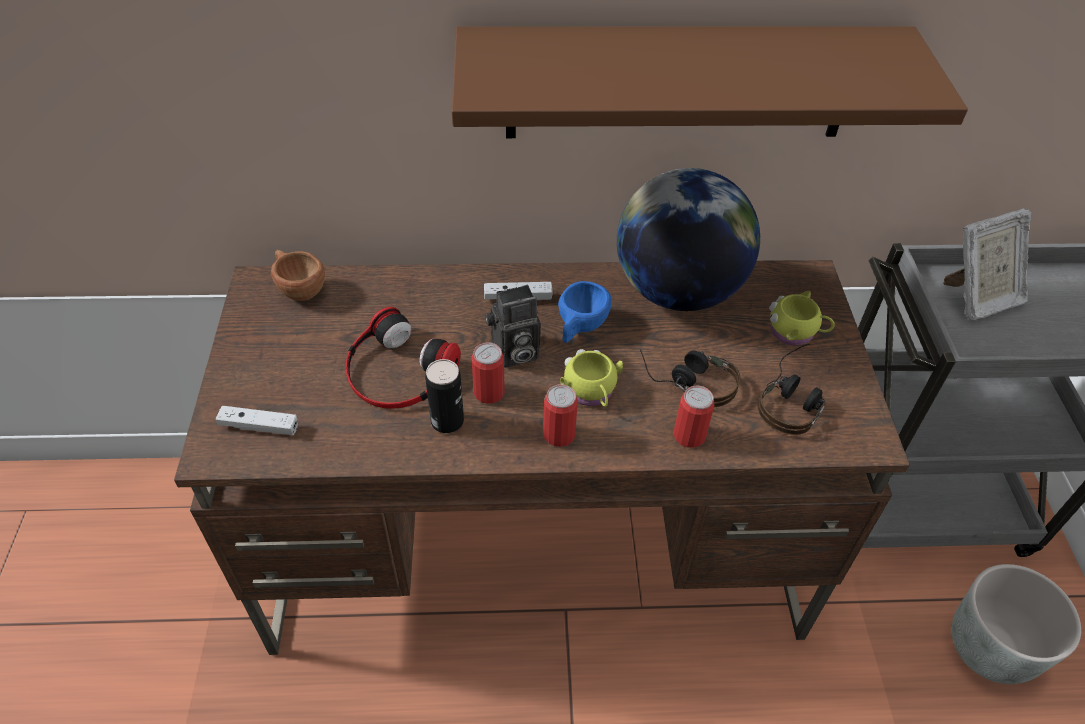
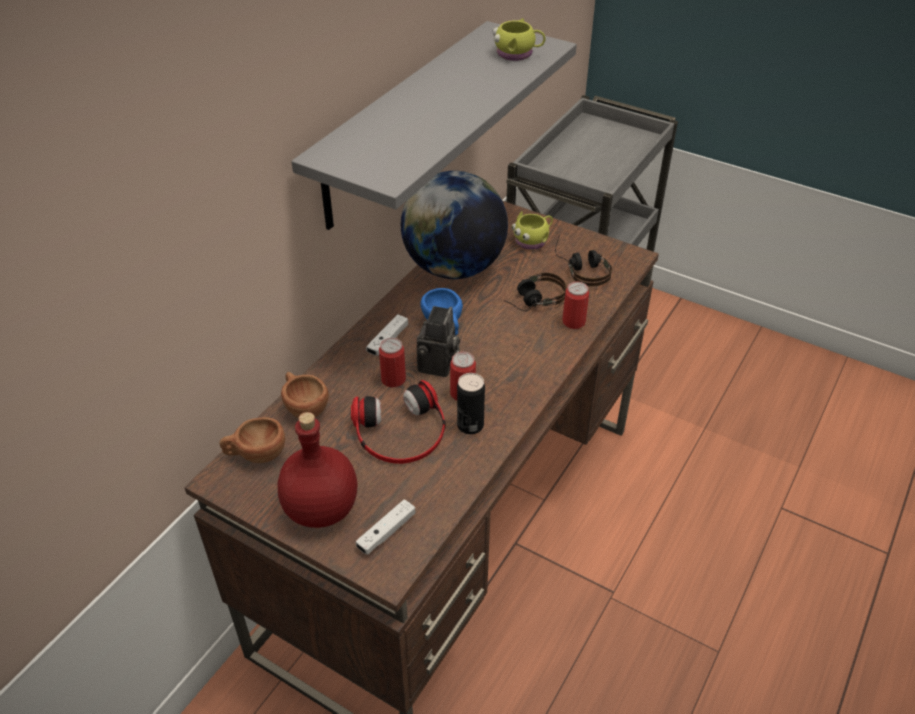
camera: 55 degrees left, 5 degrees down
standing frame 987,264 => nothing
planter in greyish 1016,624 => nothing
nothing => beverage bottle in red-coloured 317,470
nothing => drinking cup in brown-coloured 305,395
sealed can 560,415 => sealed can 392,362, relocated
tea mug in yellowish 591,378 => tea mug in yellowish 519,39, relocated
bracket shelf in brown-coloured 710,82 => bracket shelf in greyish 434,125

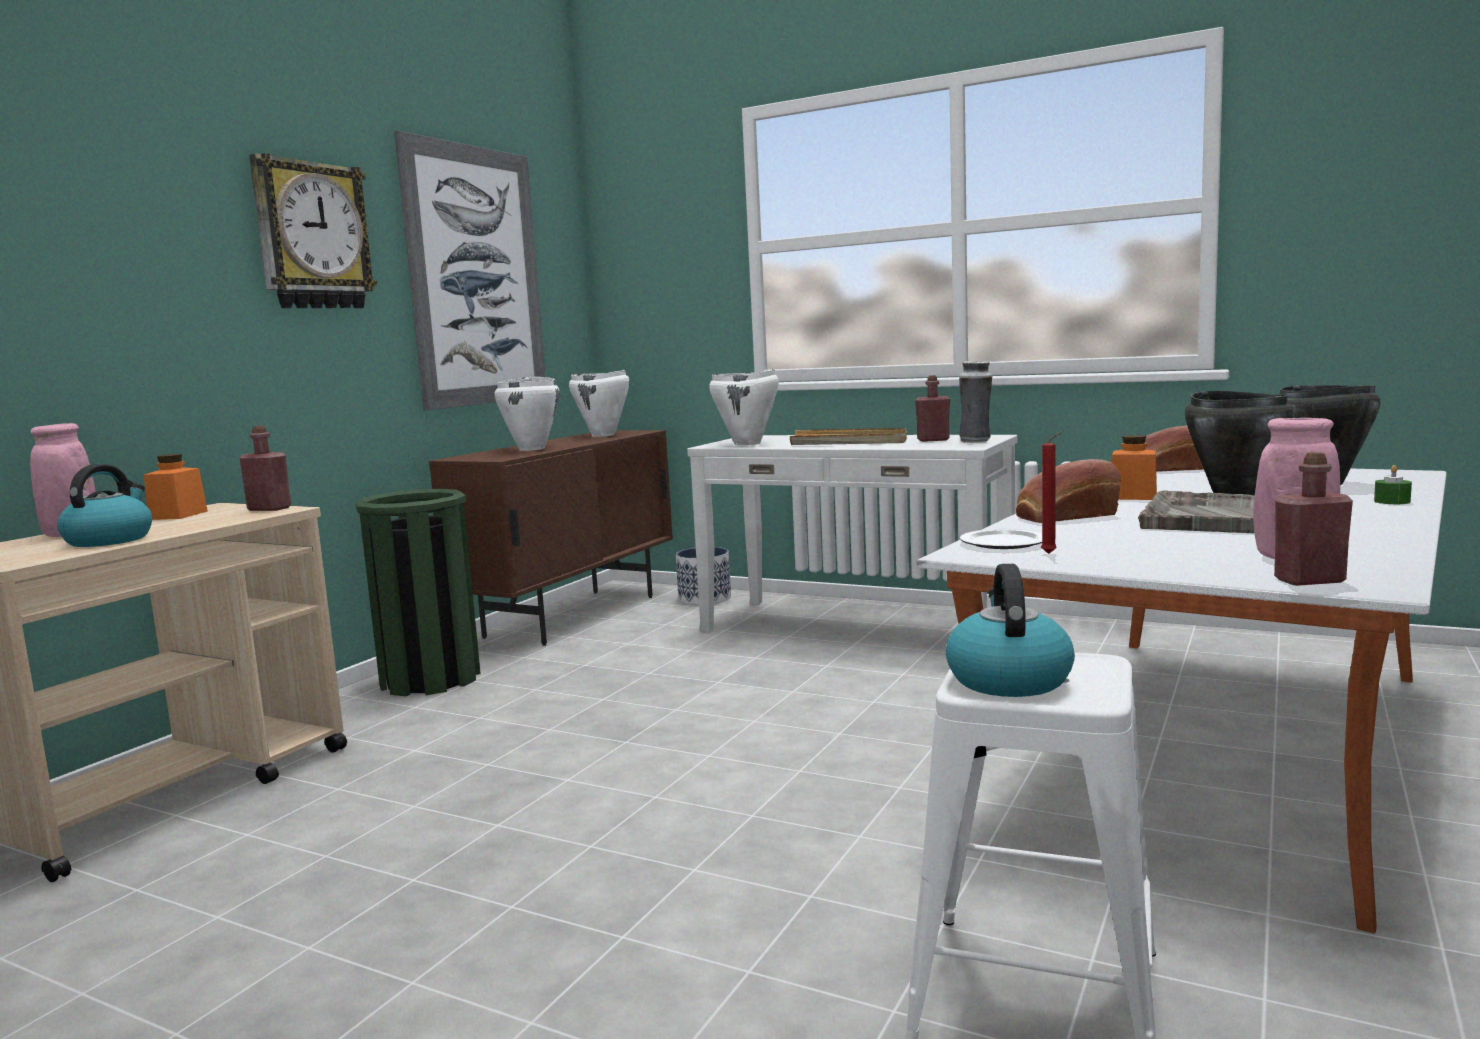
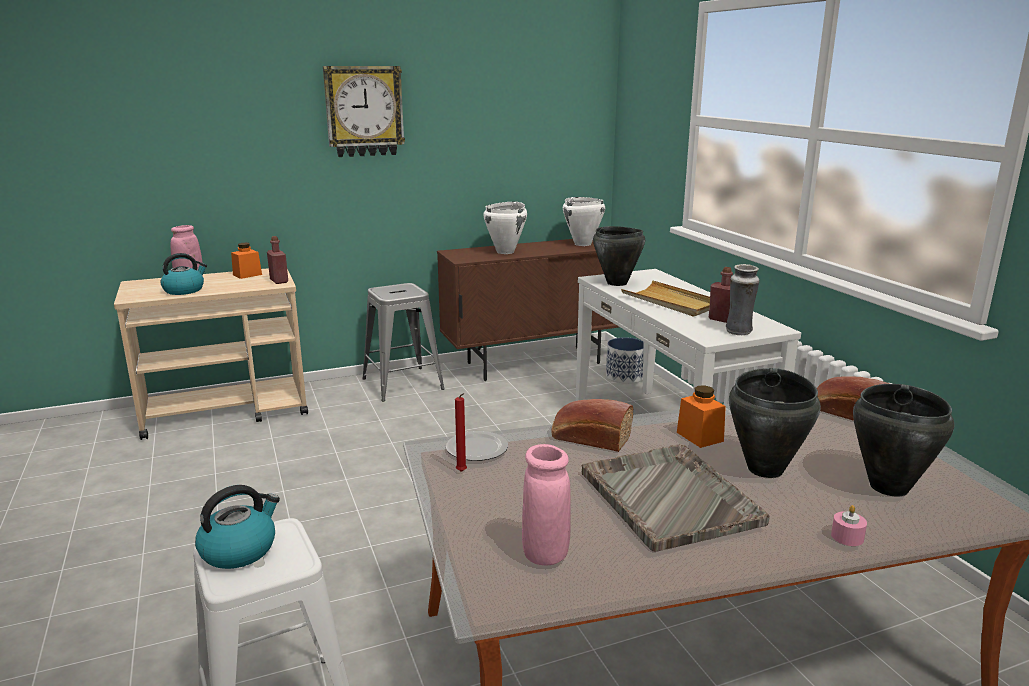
camera: 40 degrees right, 10 degrees up
wall picture 469,271 => nothing
beverage bottle in red-coloured 1313,519 => nothing
waste bin in greenish 418,592 => sitting stool in greyish 403,342
cooking pot in white 744,407 => cooking pot in black-coloured 619,256
wax light in greenish 1393,484 => wax light in pink-coloured 849,525

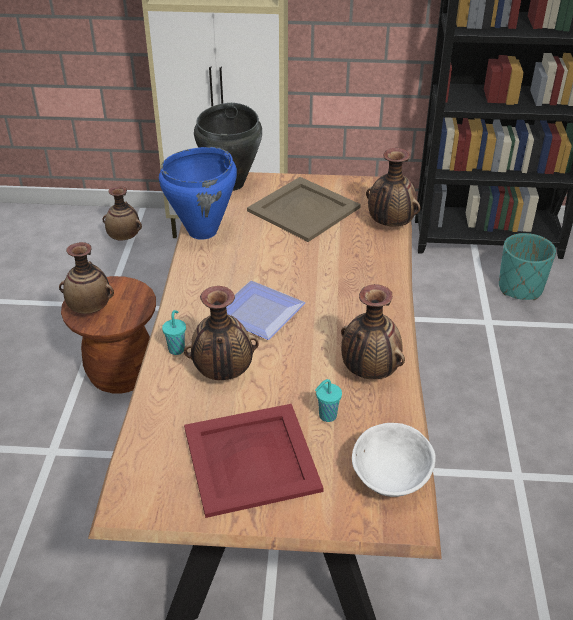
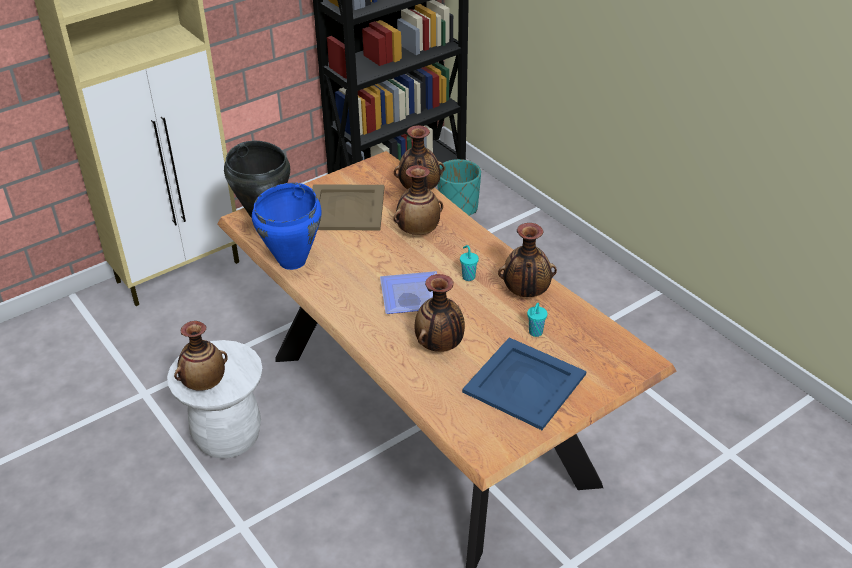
camera: 40 degrees left, 0 degrees up
bowl in white 394,460 => nothing
flower vase 122,213 => flower vase 418,200, relocated
drinking cup in turquoise-coloured 174,332 => drinking cup in turquoise-coloured 469,263, relocated
sitting stool in brown-coloured 108,335 => sitting stool in white 215,399
tray in red-coloured 254,461 => tray in blue 524,384

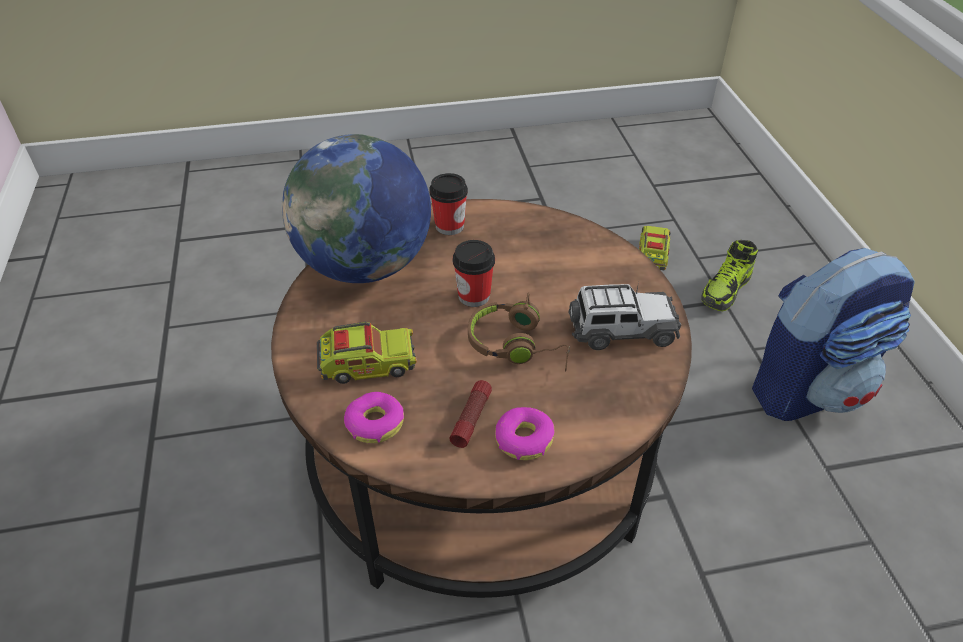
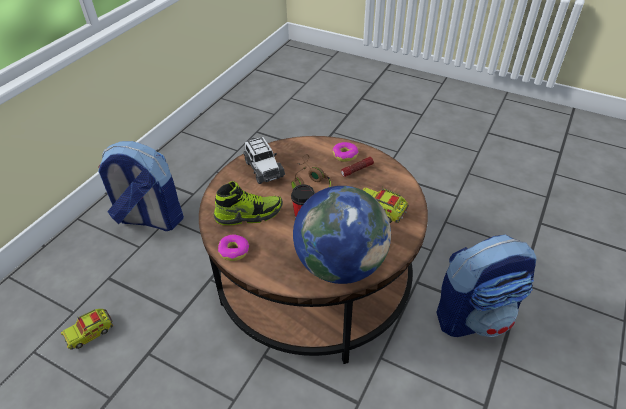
camera: 140 degrees left, 0 degrees up
drinking cup 448,204 => nothing
nothing => knapsack 486,286
donut 374,417 => donut 233,247, relocated
low shoe 729,275 => low shoe 248,203, relocated
model car 624,316 => model car 264,160, 150 degrees counterclockwise

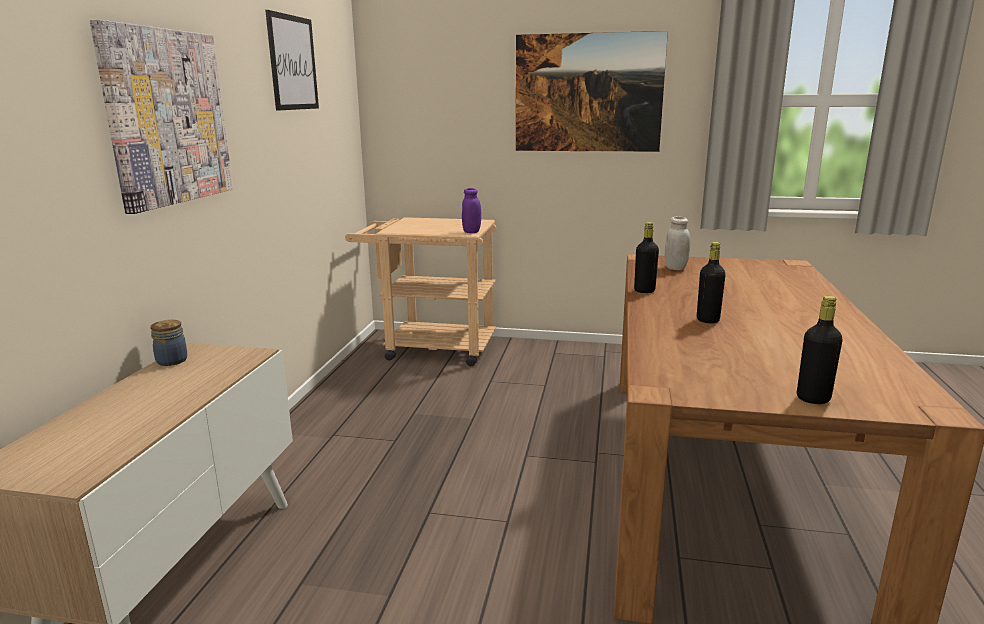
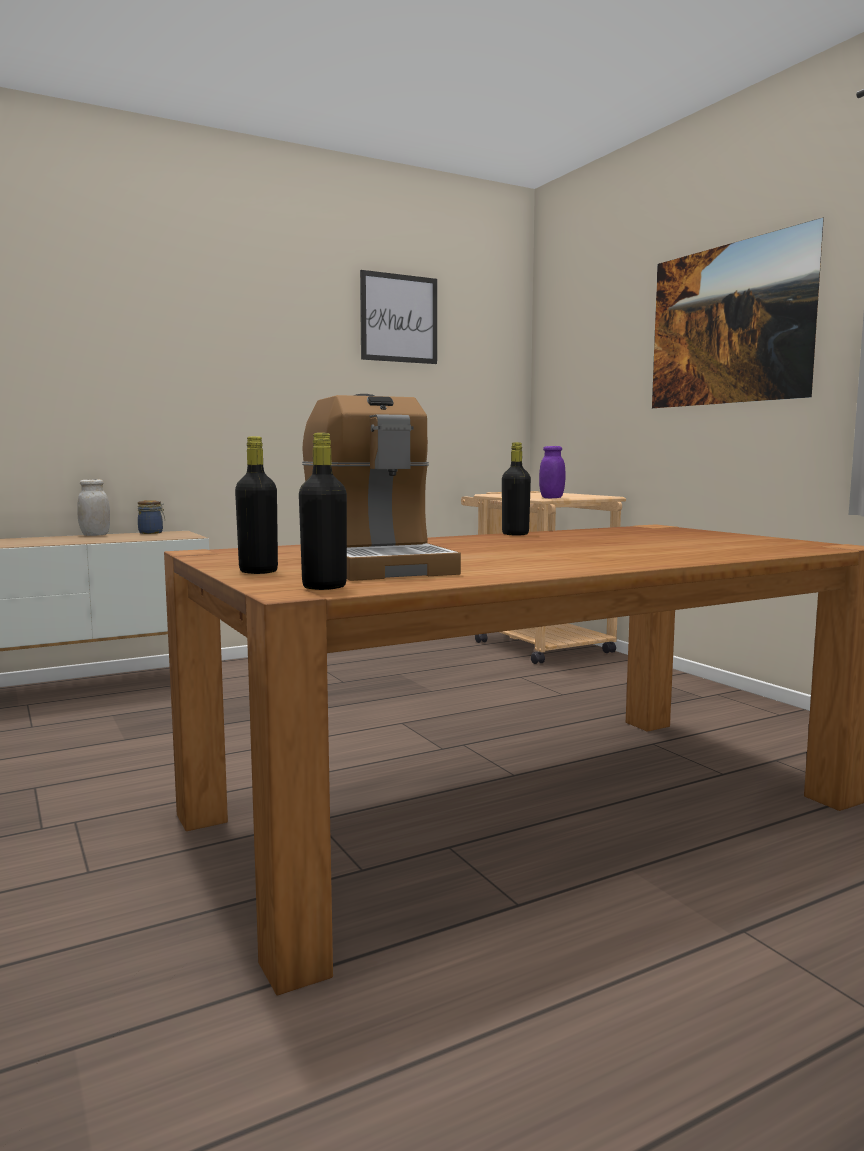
camera: 50 degrees right, 10 degrees down
wall picture 161,116 => nothing
nothing => coffee machine 381,487
storage jar in white 678,243 => storage jar in white 93,507, relocated
beverage bottle in black-coloured 711,283 => beverage bottle in black-coloured 323,511, relocated

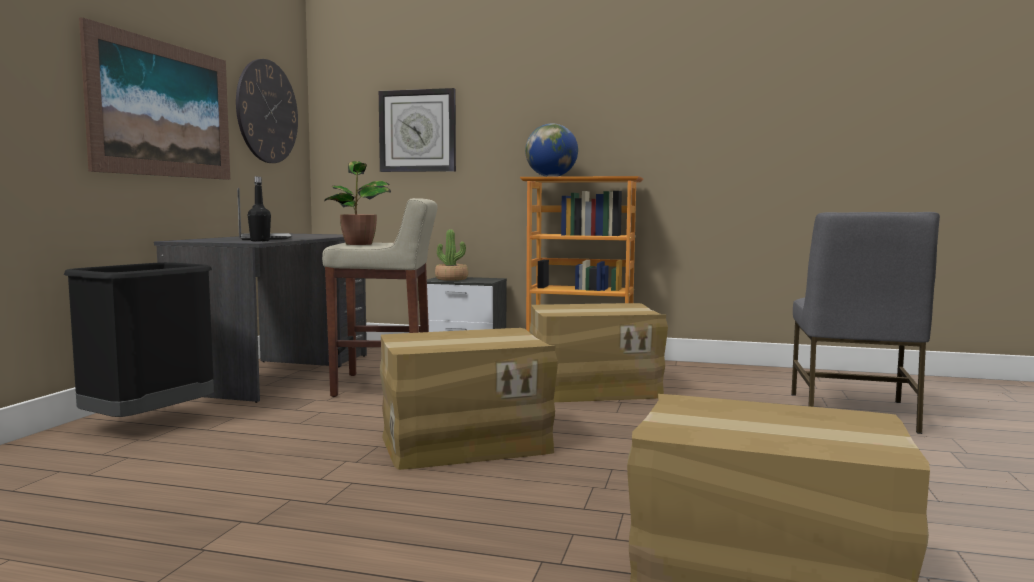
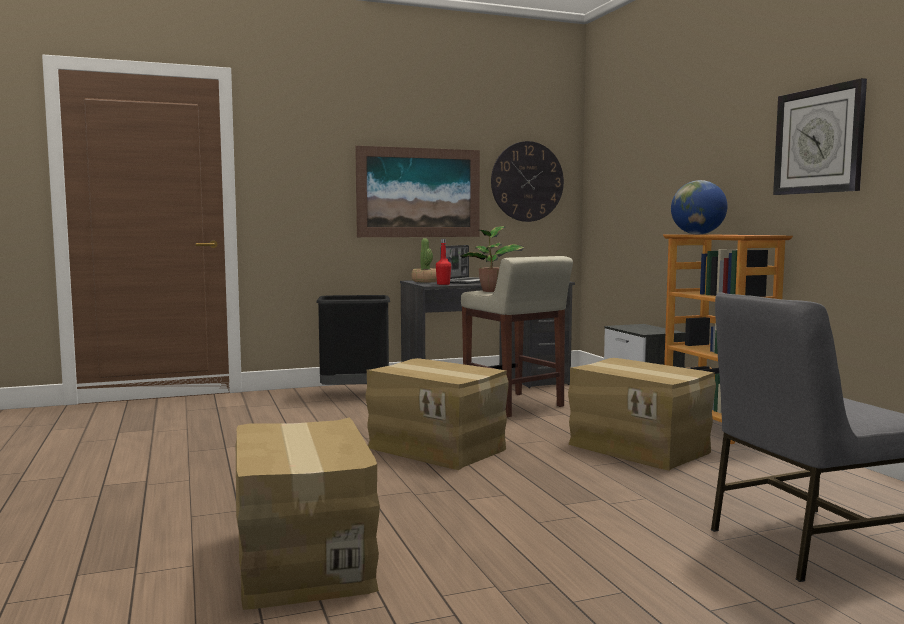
camera: 55 degrees right, 0 degrees up
wall clock 417,130 => wall clock 820,136, relocated
houseplant 451,255 => houseplant 424,260, relocated
beverage bottle in black-coloured 259,209 => beverage bottle in red-coloured 443,262

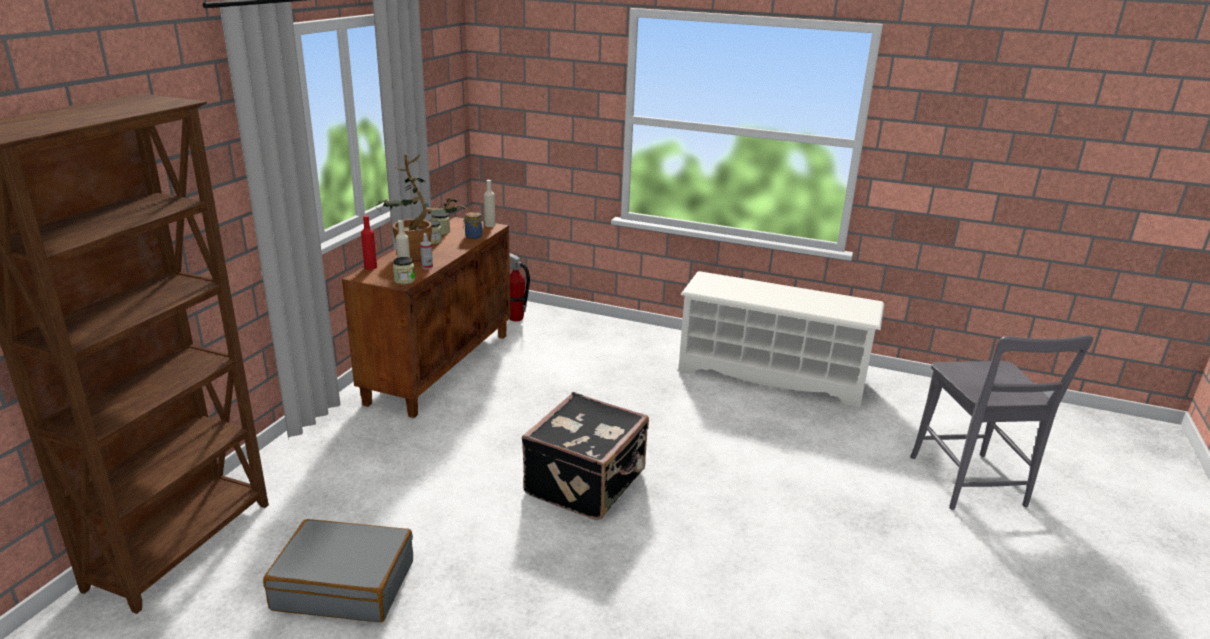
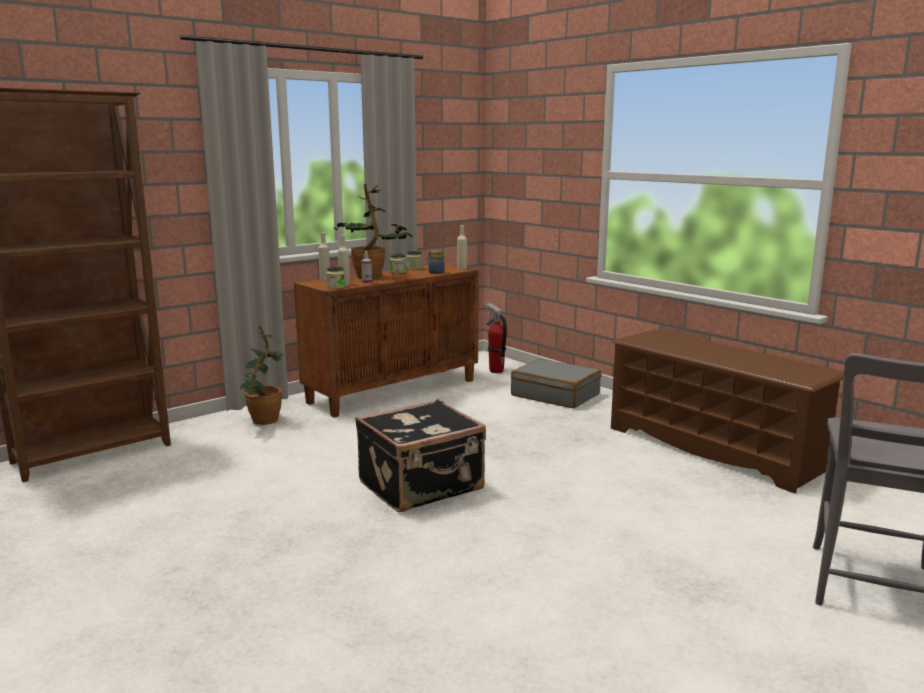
camera: 30 degrees right, 10 degrees down
nothing => houseplant 261,375
piece of luggage in greyish 338,570 => piece of luggage in greyish 556,383, relocated
beverage bottle in red-coloured 369,242 => beverage bottle in beige-coloured 324,256
shoe shelf in white 781,339 => shoe shelf in brown-coloured 727,411

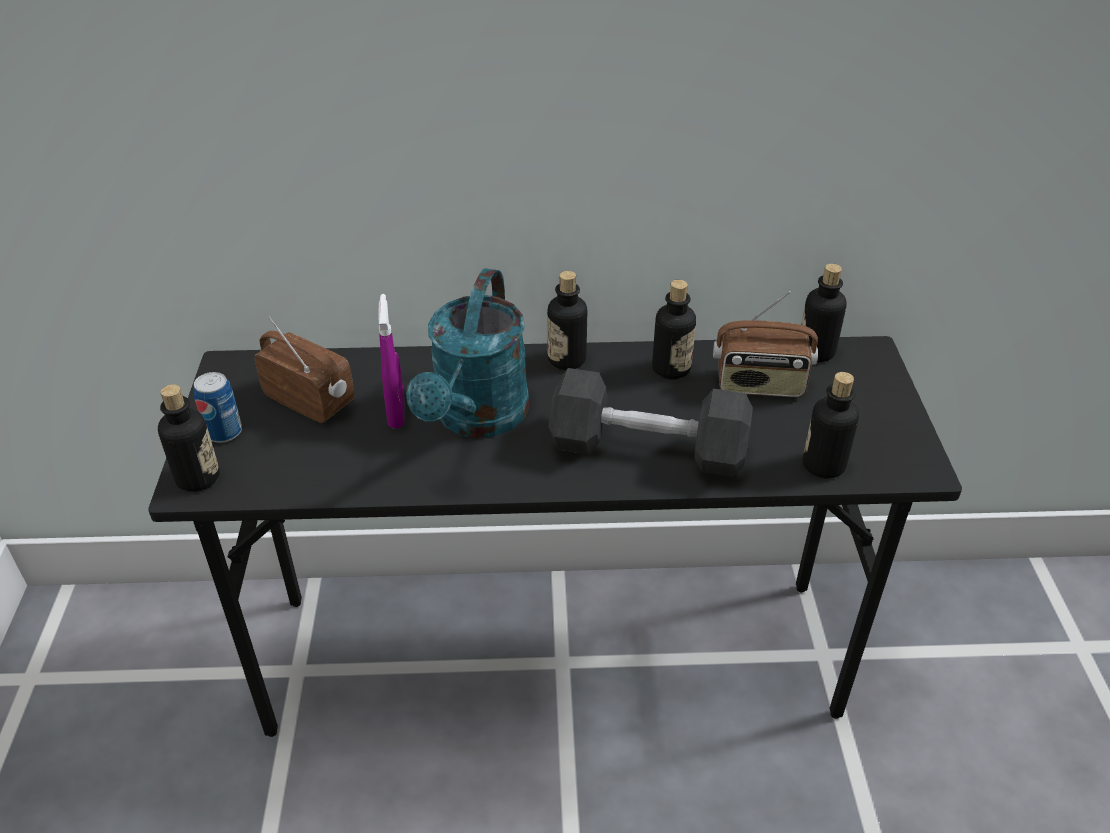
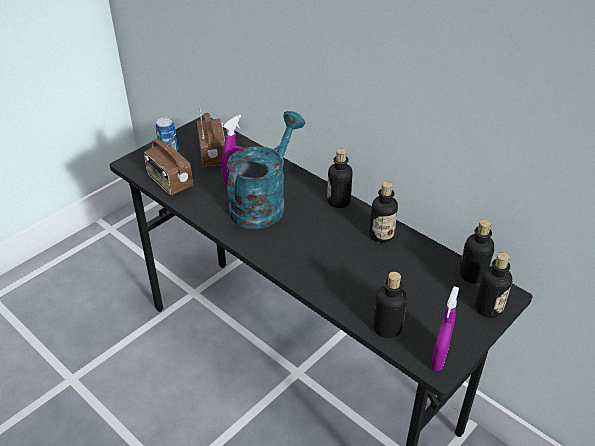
camera: 45 degrees right, 0 degrees up
free weight in greyish 650,422 => nothing
nothing => spray bottle in purple 445,328
beverage bottle 189,438 => beverage bottle 493,285, relocated
radio set 765,344 => radio set 168,165, relocated
sprinkling can in turquoise-coloured 467,353 => sprinkling can in turquoise-coloured 266,170, 150 degrees clockwise

